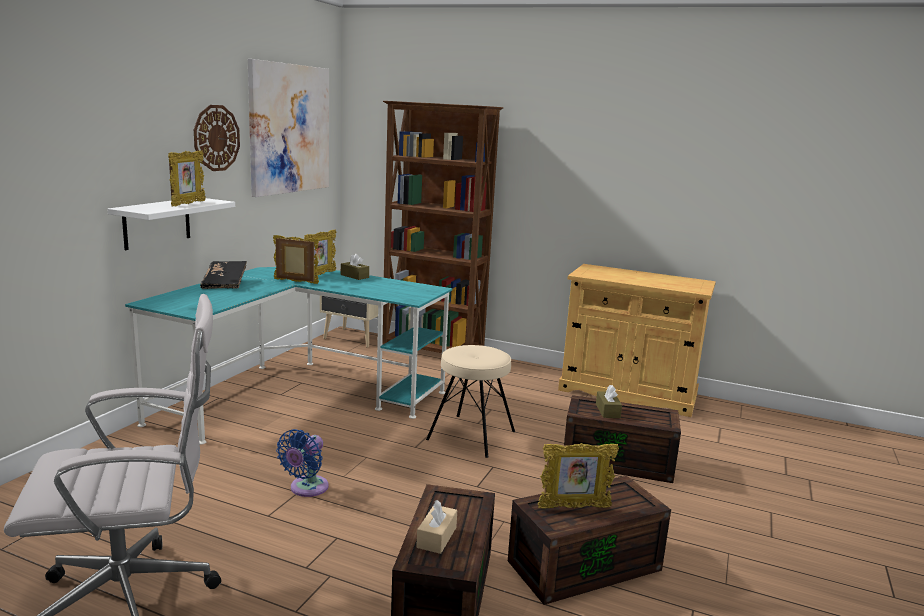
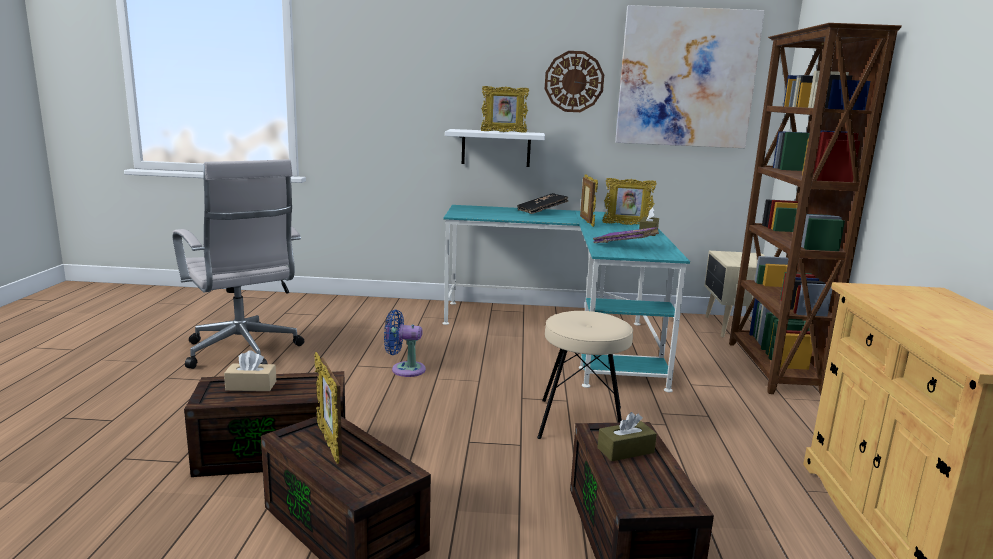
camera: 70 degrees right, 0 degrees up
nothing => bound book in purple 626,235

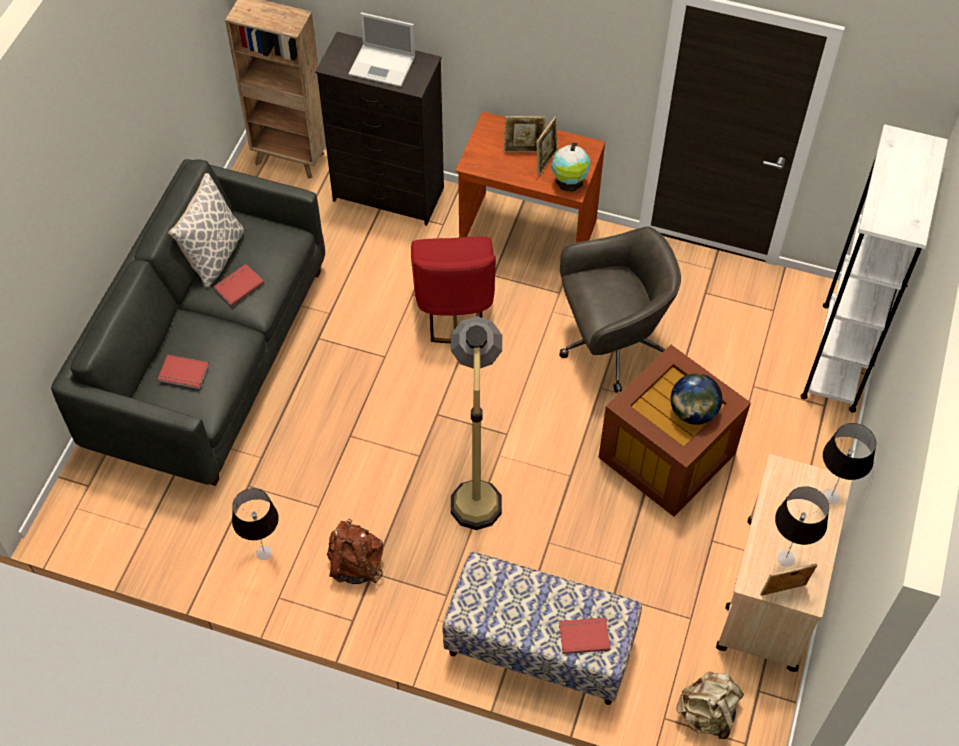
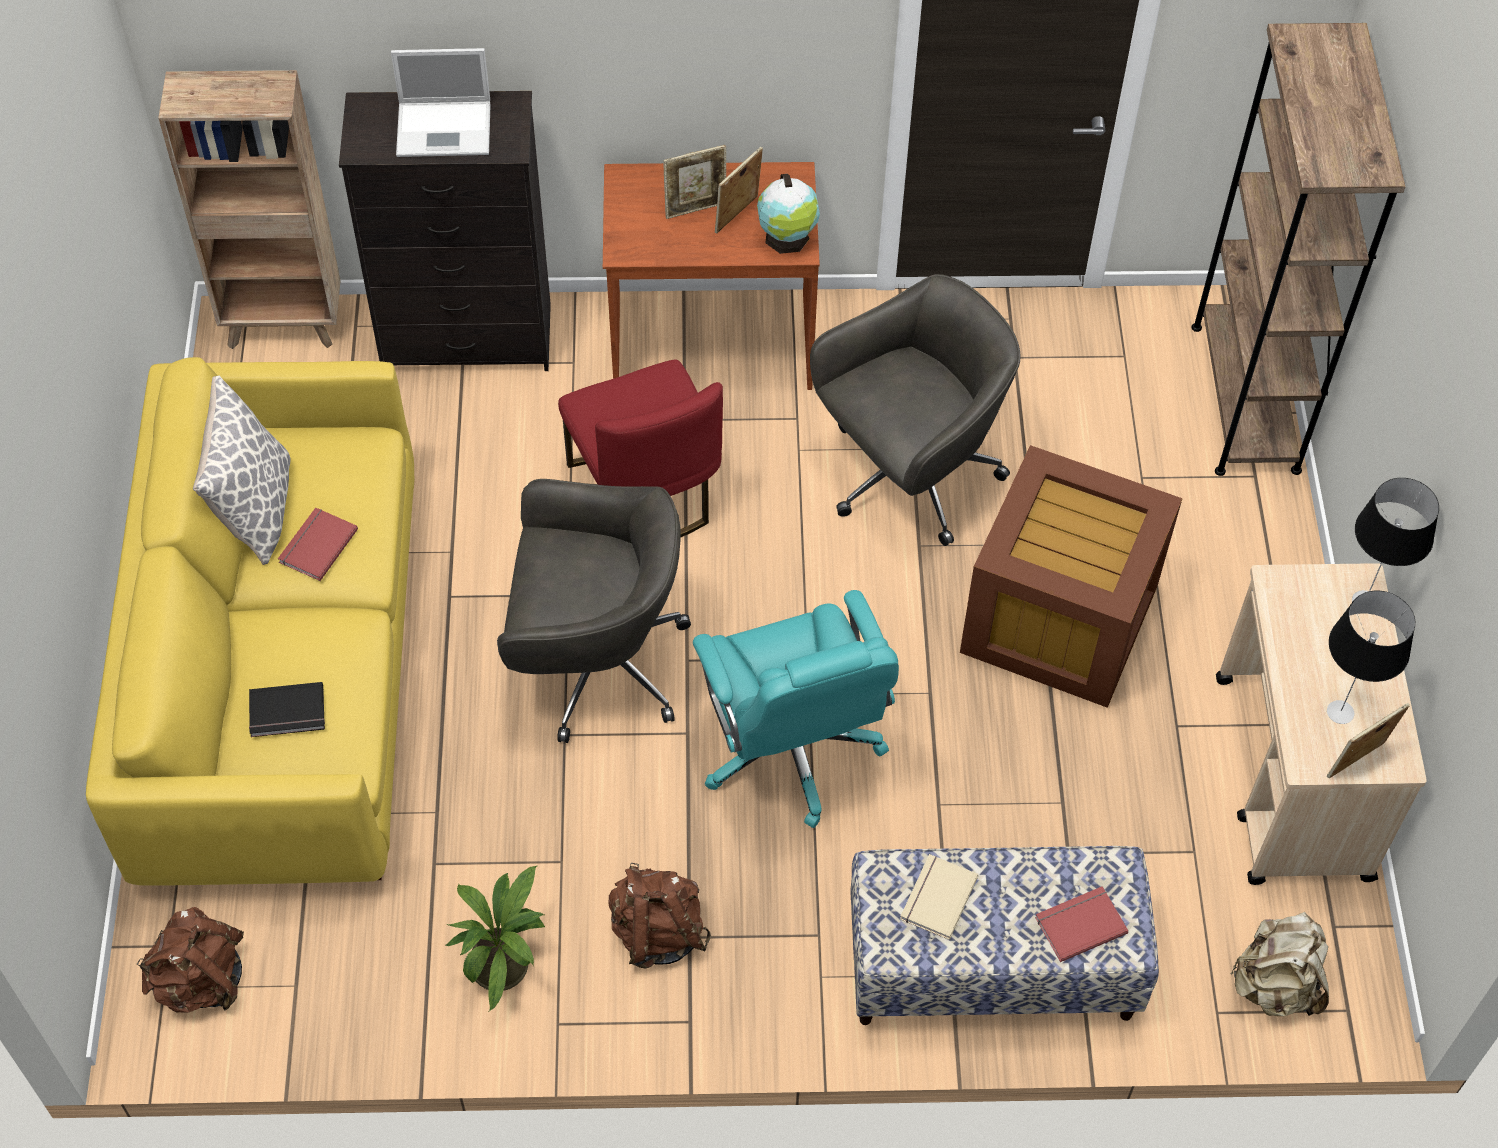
camera: 20 degrees left, 0 degrees up
world globe 696,399 => nothing
nothing => knapsack in brown-coloured 190,960
nothing => office chair in greyish 594,611
nothing => bound book in beige-coloured 939,897
lamp for a table 255,524 => houseplant 495,938
floor lamp 476,423 => office chair in turquoise-coloured 796,709
couch in greyish 188,322 => couch in yellowish 250,621
bound book in red-coloured 183,372 => bound book in black-coloured 287,709
bookcase in white 874,268 => bookcase in brown-coloured 1298,249
standing frame 547,146 => standing frame 739,190, 150 degrees counterclockwise

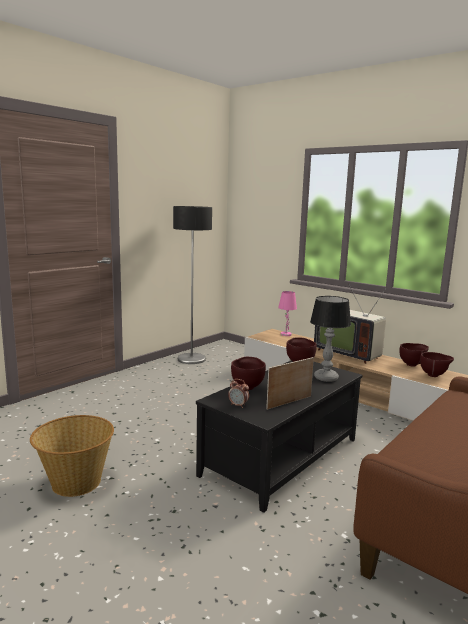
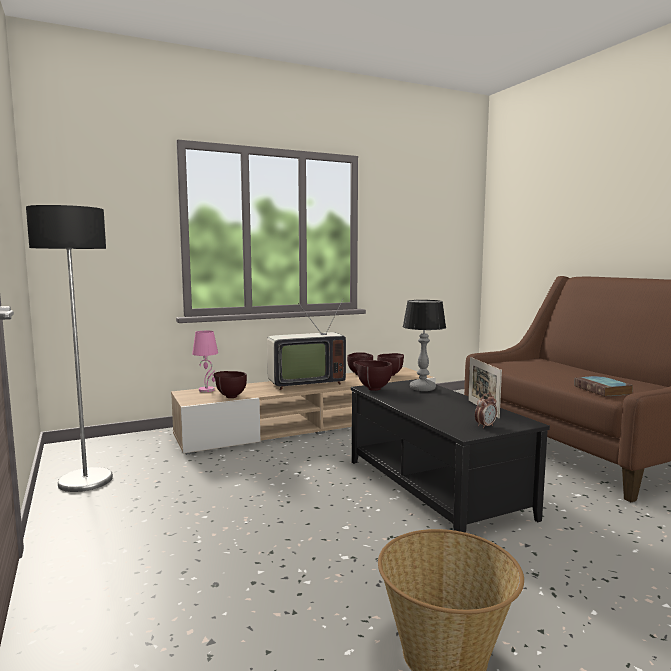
camera: 65 degrees left, 5 degrees down
nothing => bound book 603,386
bowl in brown-coloured 248,373 => bowl in brown-coloured 230,384, relocated

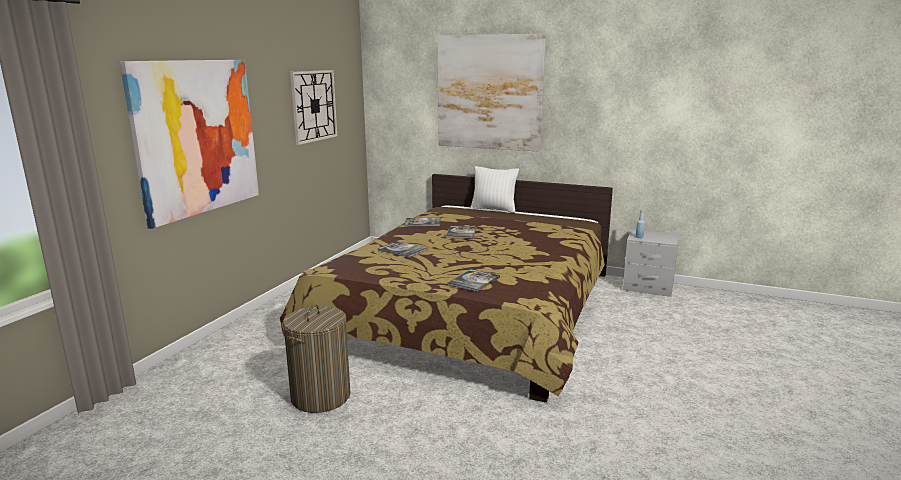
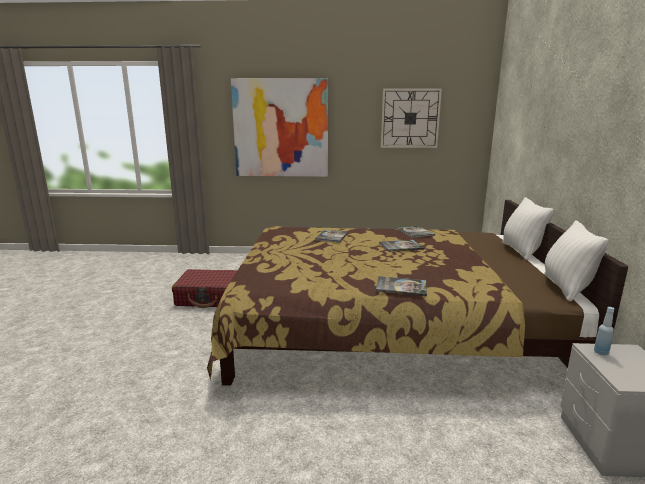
camera: 70 degrees right, 0 degrees up
wall picture 491,93 => nothing
nothing => cushion in white 576,261
bound book 473,280 => bound book 401,286, relocated
hamper 316,359 => piece of luggage in red-coloured 205,288

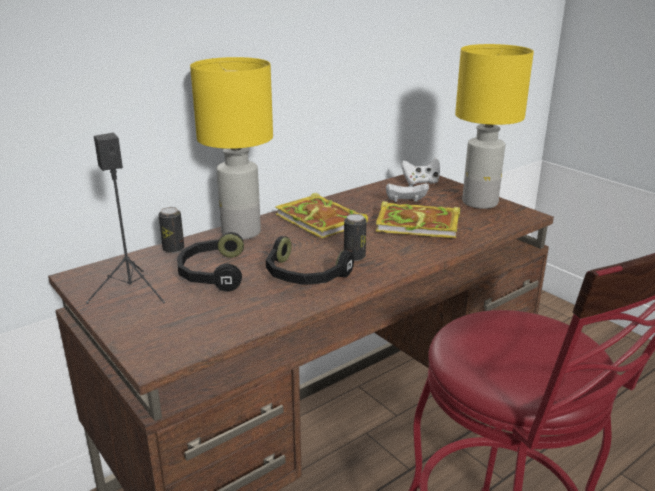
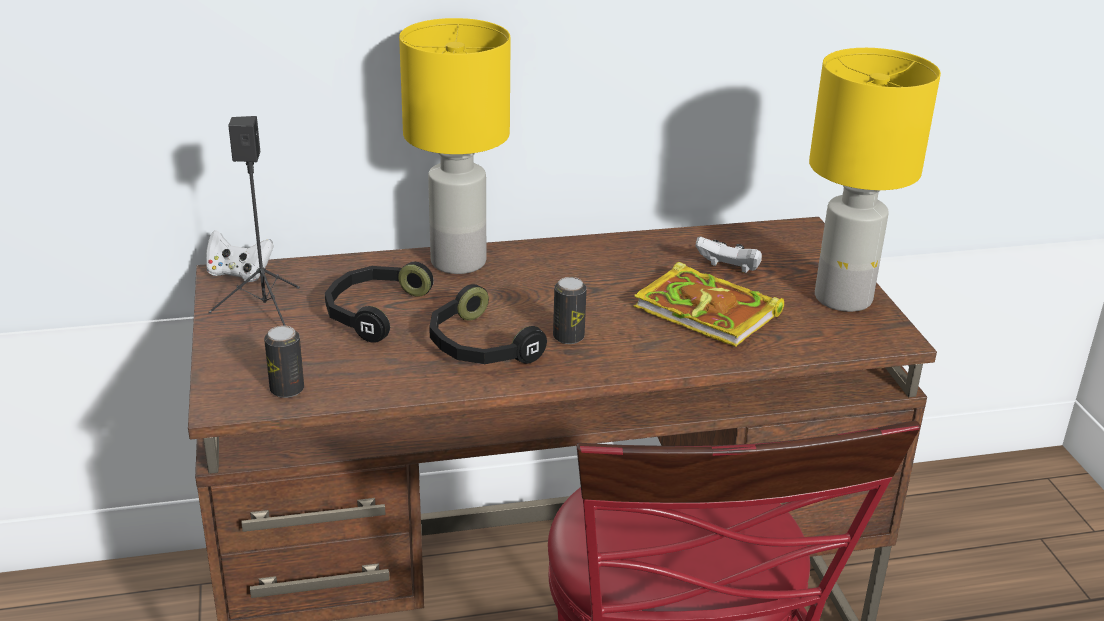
camera: 25 degrees right, 5 degrees up
bound book 321,215 => nothing
sealed can 171,230 => sealed can 284,362, relocated
gamepad in white 420,171 => gamepad in white 240,256, relocated

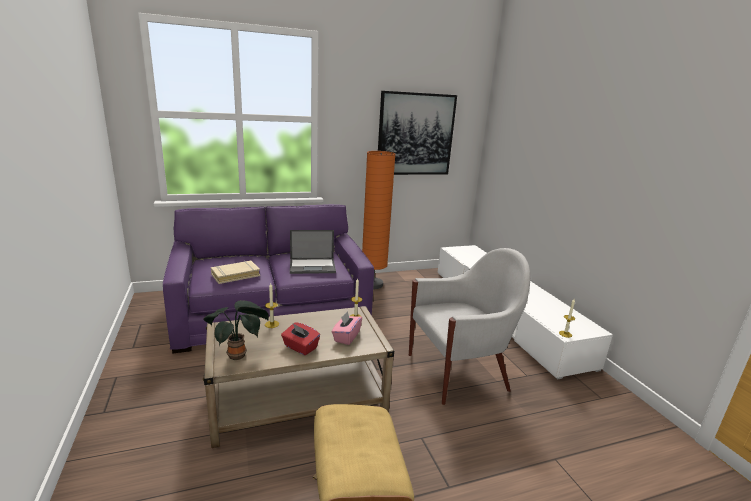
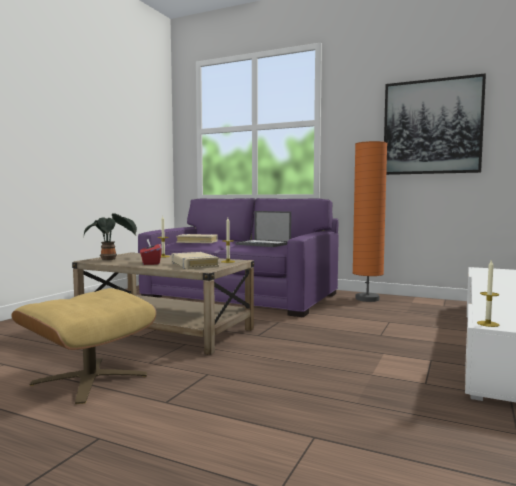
camera: 45 degrees right, 15 degrees down
easy chair in white 469,326 => nothing
tissue holder in pink-coloured 347,328 => bound book in beige-coloured 195,260

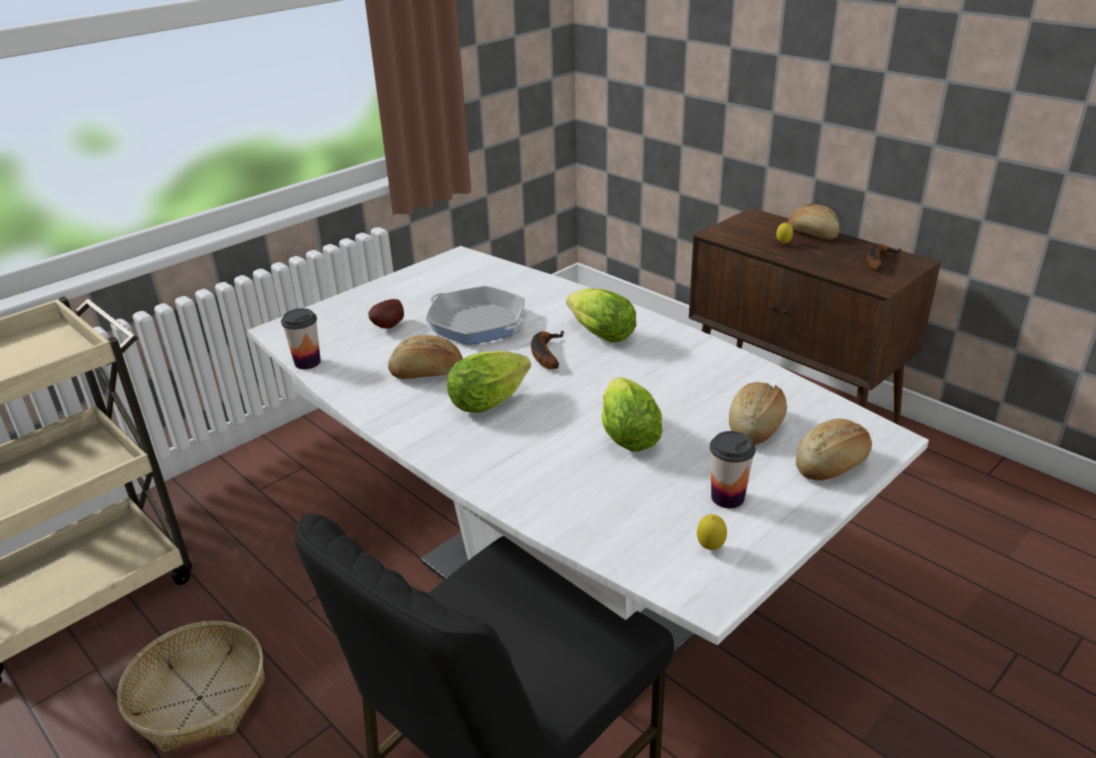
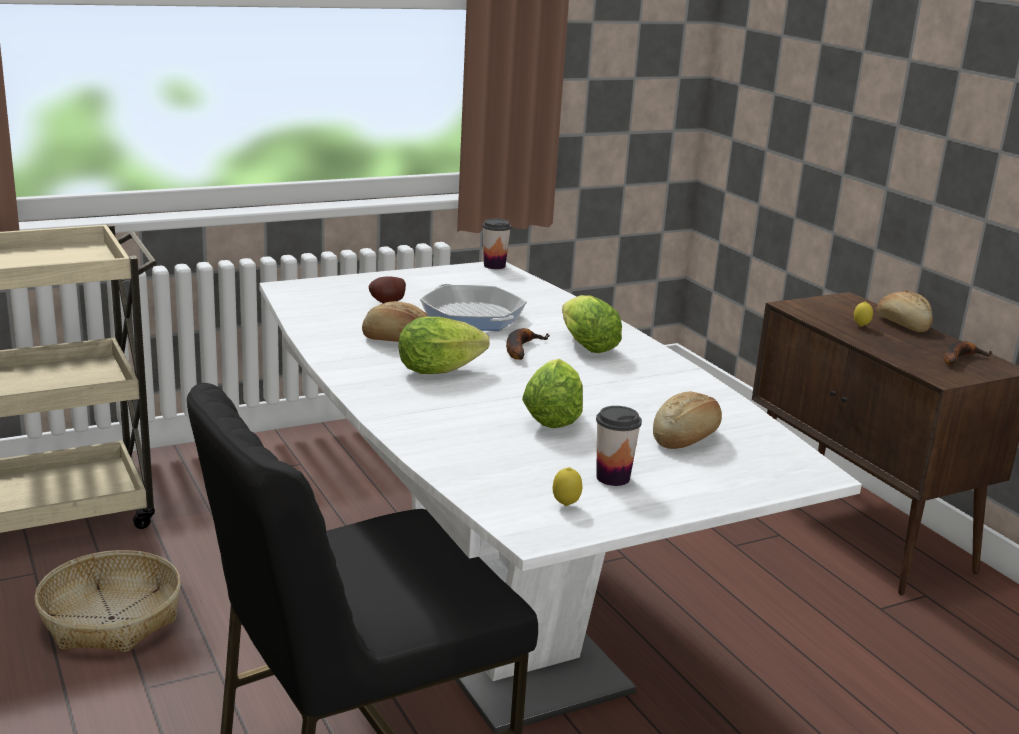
camera: 15 degrees right, 10 degrees down
bakery bread 834,449 => nothing
drinking cup 301,338 => drinking cup 496,243, relocated

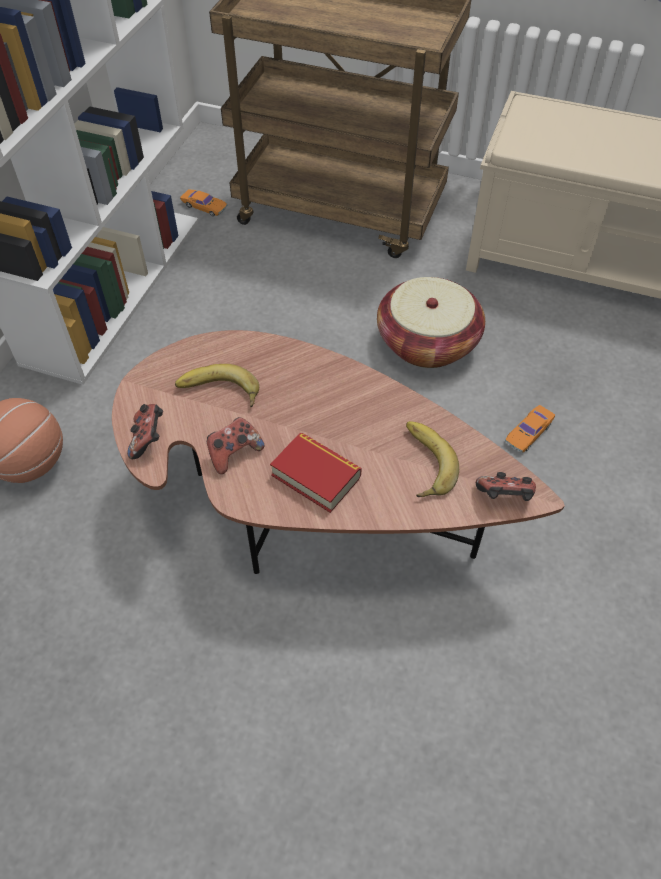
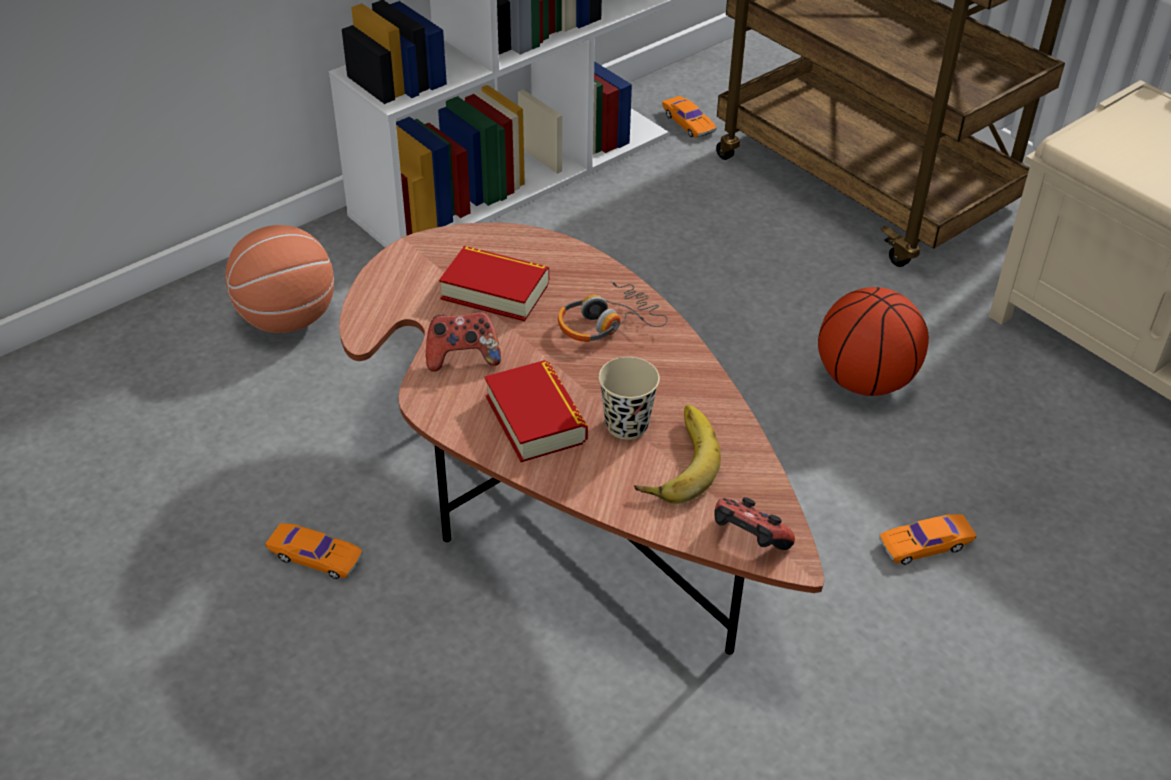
camera: 30 degrees right, 10 degrees down
gamepad 145,431 => nothing
nothing => model car in orange-coloured 314,551
nothing => headset 613,311
nothing => drinking cup in beige-coloured 629,398
banana 217,386 => bound book 494,283
household basket 431,322 => ball for basketball 873,341

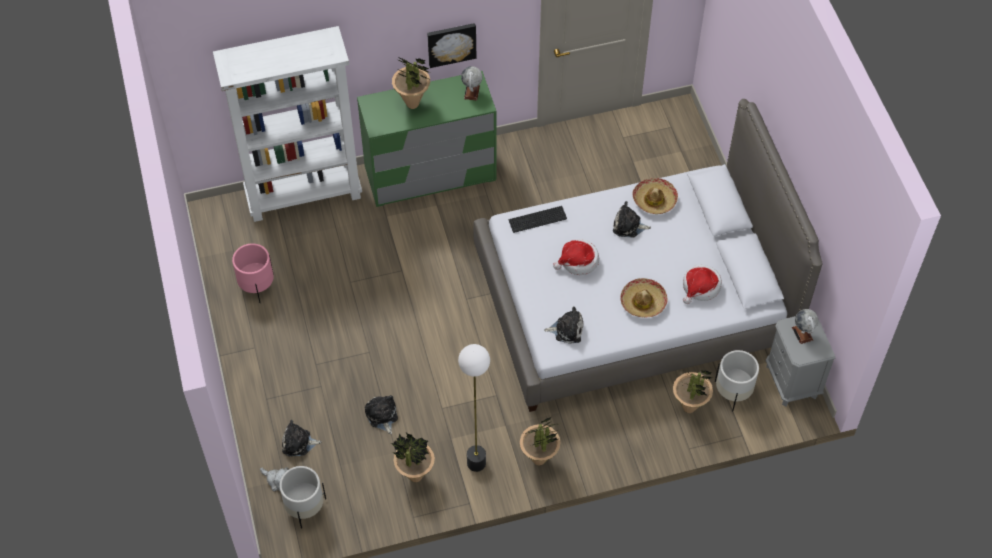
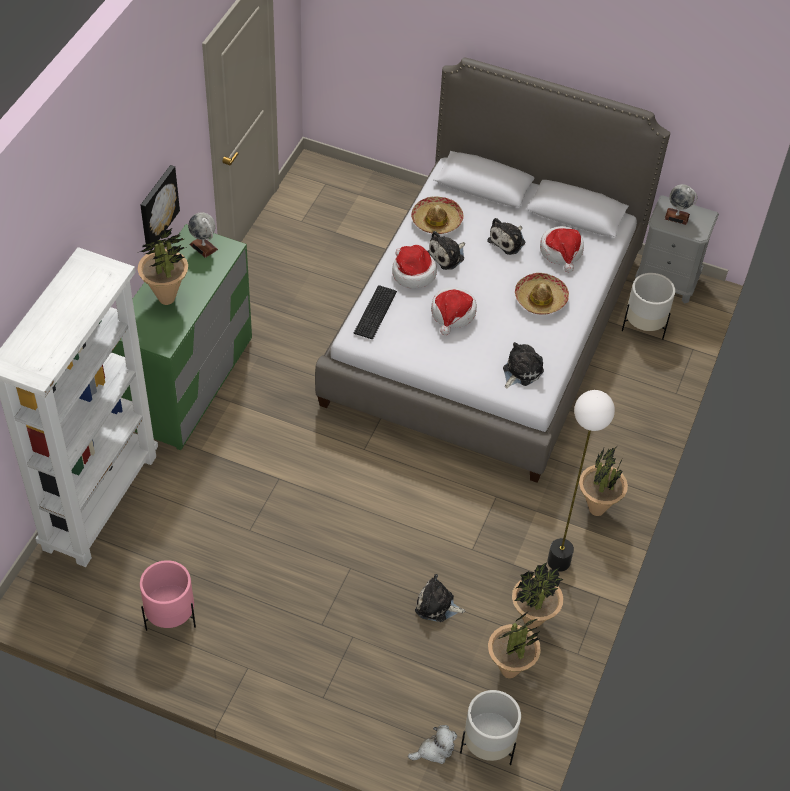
camera: 55 degrees left, 5 degrees down
nothing => hat 414,267
soft toy 302,438 => soft toy 506,236, relocated
houseplant 693,391 => houseplant 514,645, relocated

